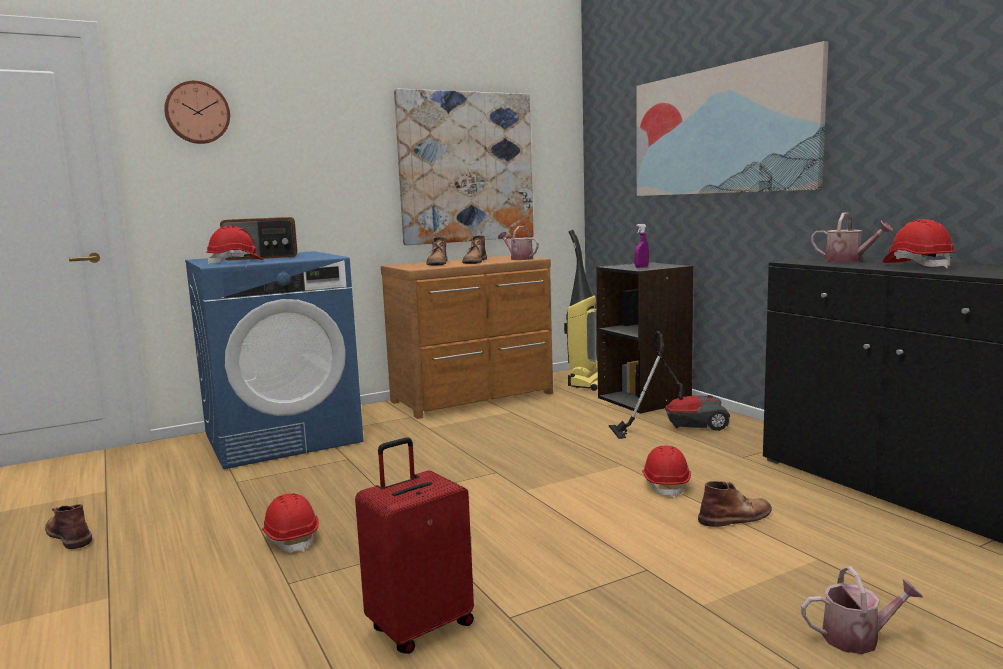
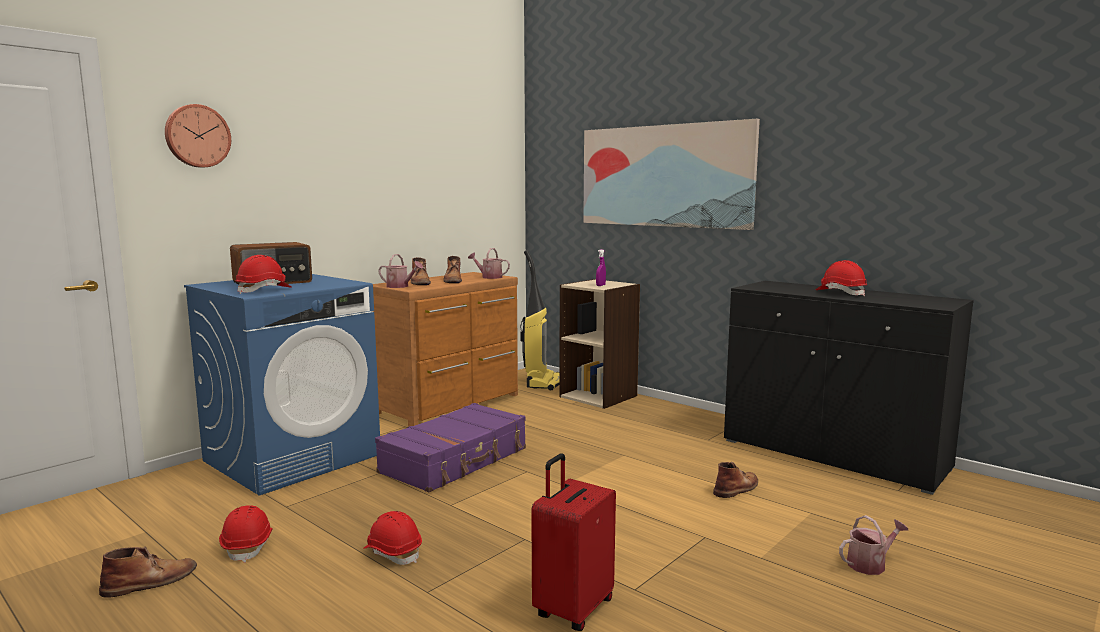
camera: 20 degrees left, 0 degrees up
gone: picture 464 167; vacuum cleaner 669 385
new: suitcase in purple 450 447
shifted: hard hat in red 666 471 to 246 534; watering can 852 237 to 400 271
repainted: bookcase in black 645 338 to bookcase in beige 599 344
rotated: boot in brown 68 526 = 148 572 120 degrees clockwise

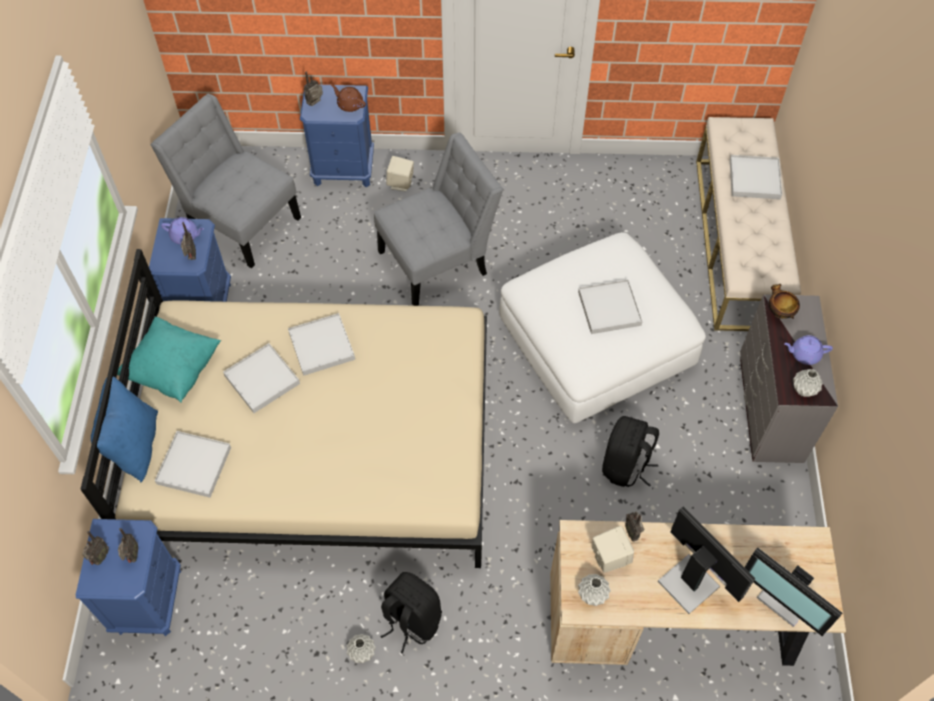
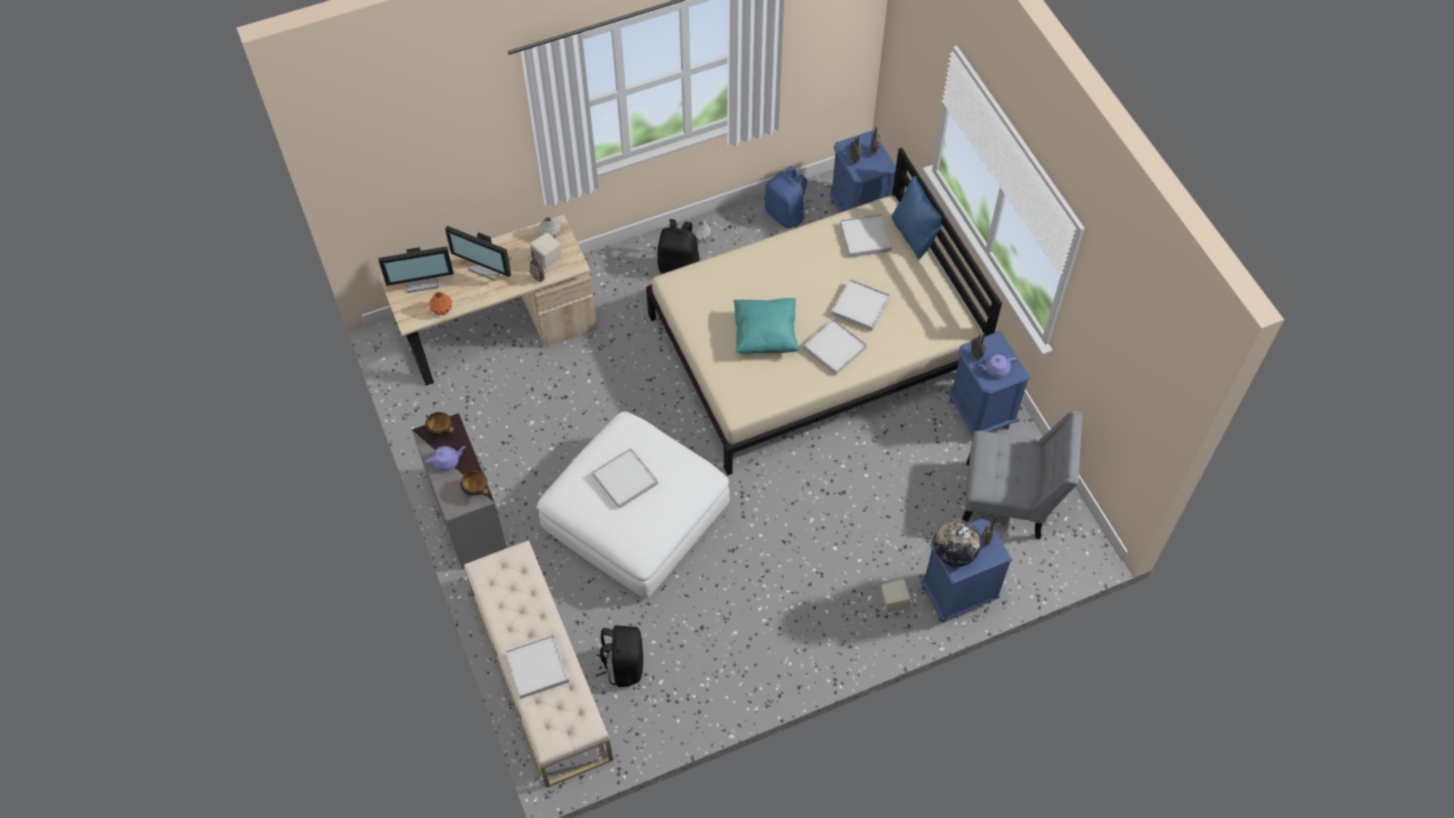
camera: 155 degrees right, 0 degrees up
gone: chair in grey 438 219
new: vase in orange 440 304; backpack in blue 787 197
shifted: pillow in turquoise 169 360 to 766 326; backpack in black 630 451 to 619 656
swapped: teapot in brown 348 98 to globe 957 543; vase in grey 808 383 to bowl 439 423
rotated: monitor 793 591 = 416 269 150 degrees clockwise

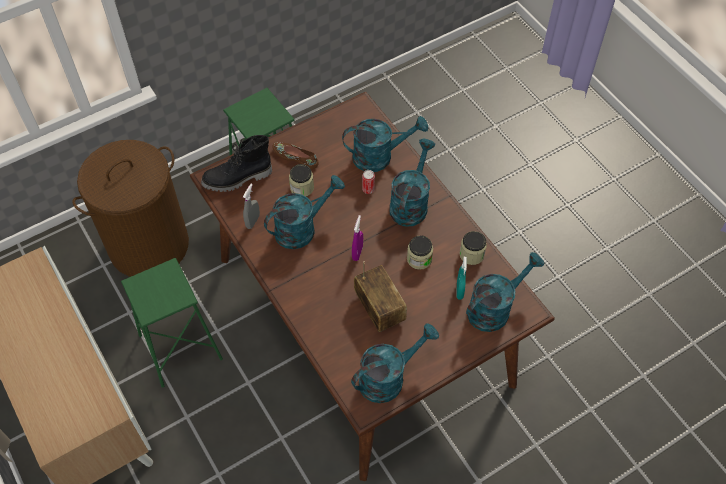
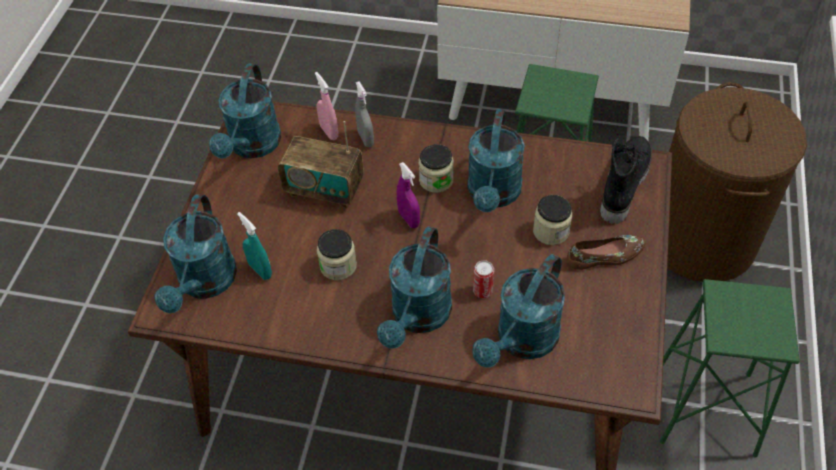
camera: 135 degrees right, 5 degrees down
new: spray bottle in pink 326 106
shifted: spray bottle in grey 251 206 to 364 114; jar 473 248 to 436 168
rotated: watering can in turquoise 412 182 = 414 287 45 degrees clockwise

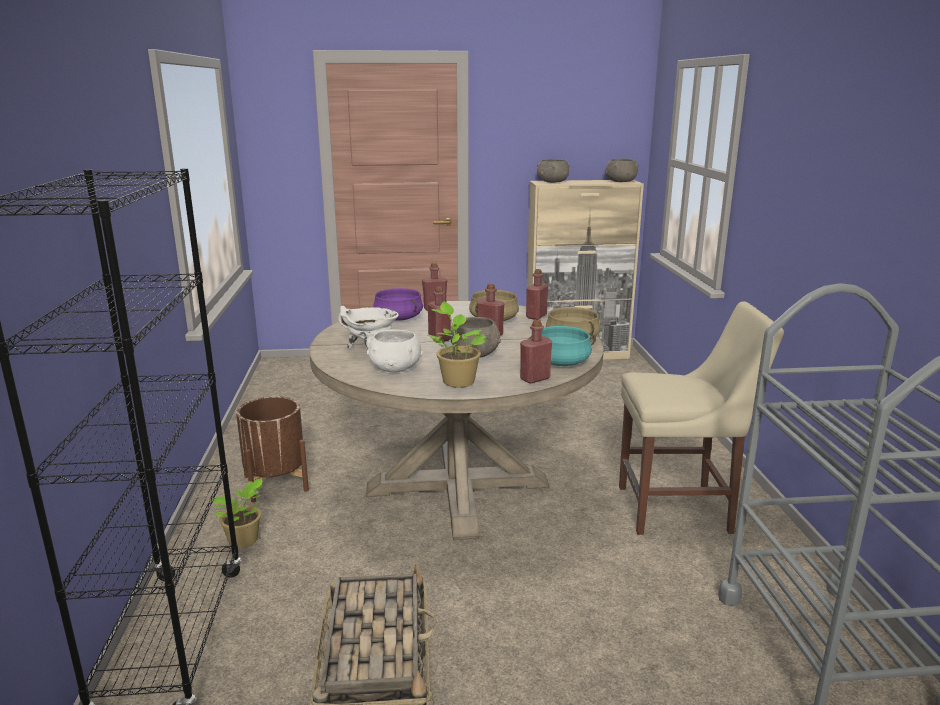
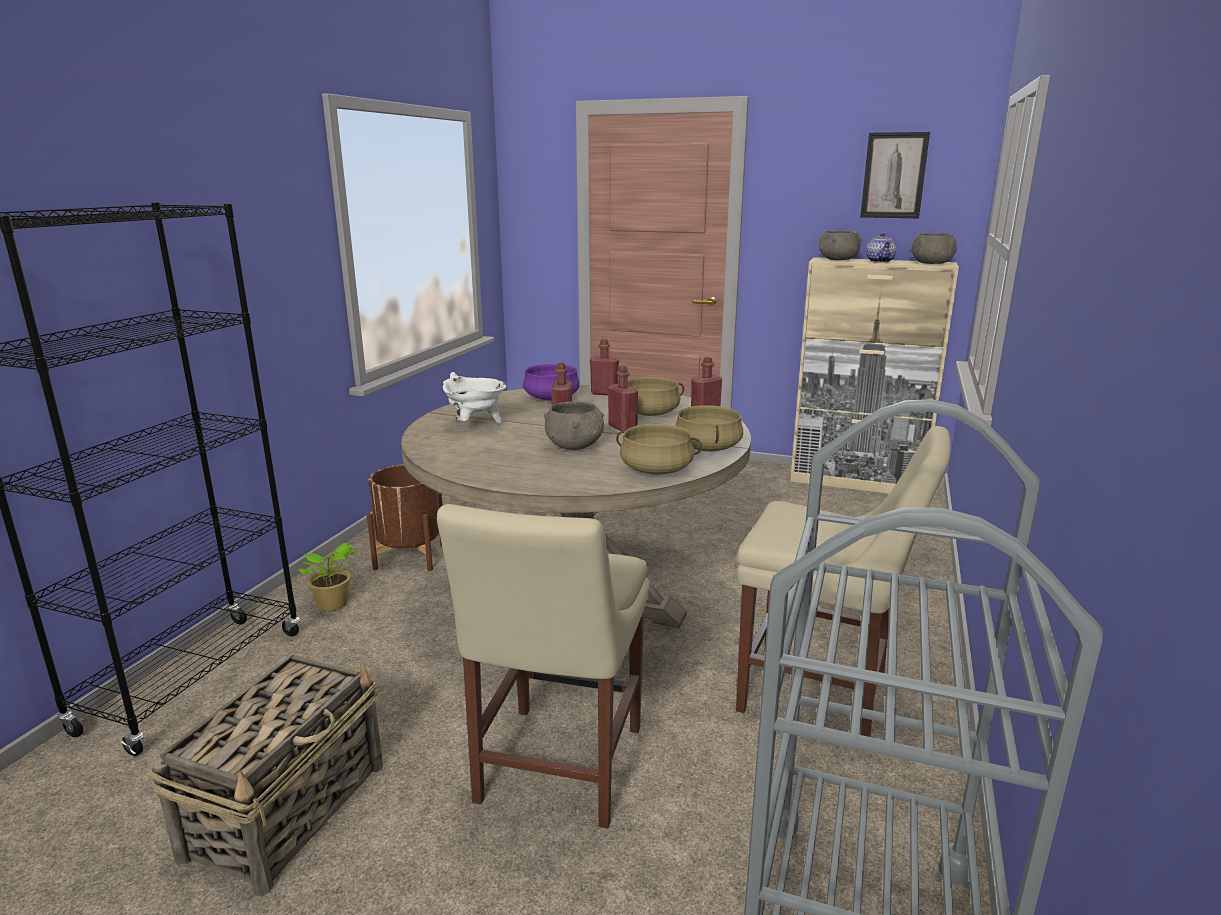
camera: 25 degrees right, 0 degrees up
gone: bowl in white 394 351; potted plant 456 345; bottle in red 536 352
new: chair in beige 543 666; picture 895 175; teapot 881 248
repainted: cooking pot in turquoise 562 346 to cooking pot in beige 659 449

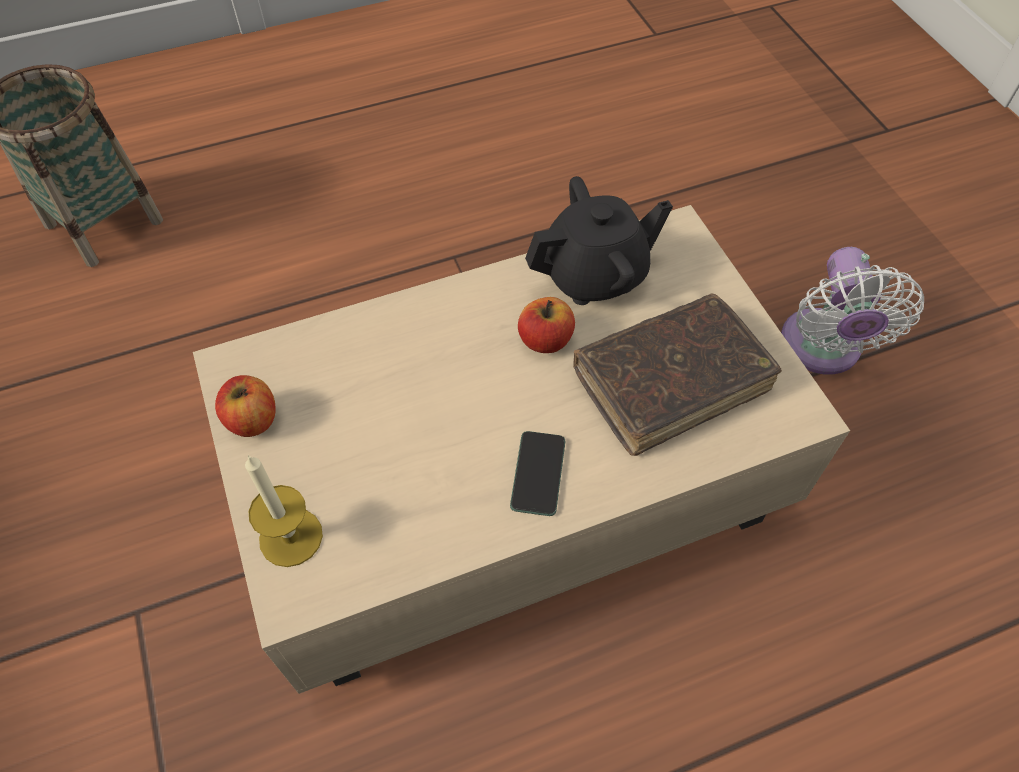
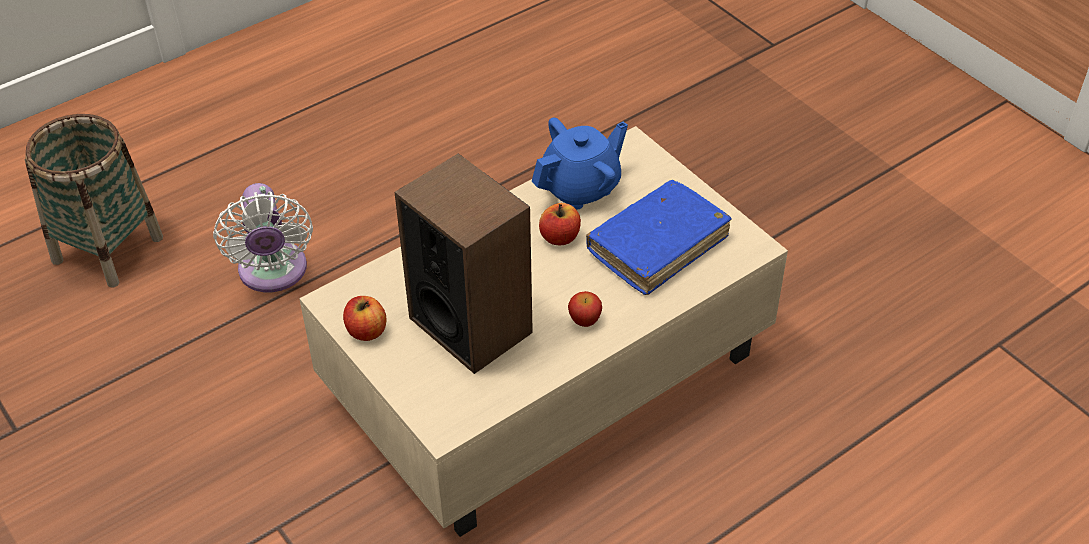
camera: 15 degrees left, 10 degrees down
gone: candle 284 511
new: speaker 464 263
shifted: fan in white 852 311 to 263 237
swapped: phone 537 473 to apple 585 309
repainted: teapot in black 599 240 to teapot in blue 580 164; book in brown 677 374 to book in blue 658 237

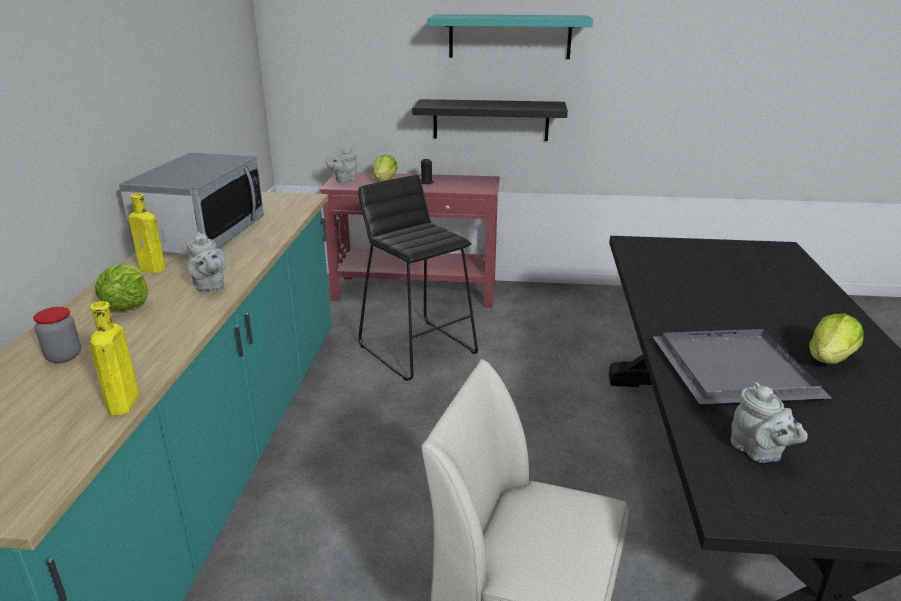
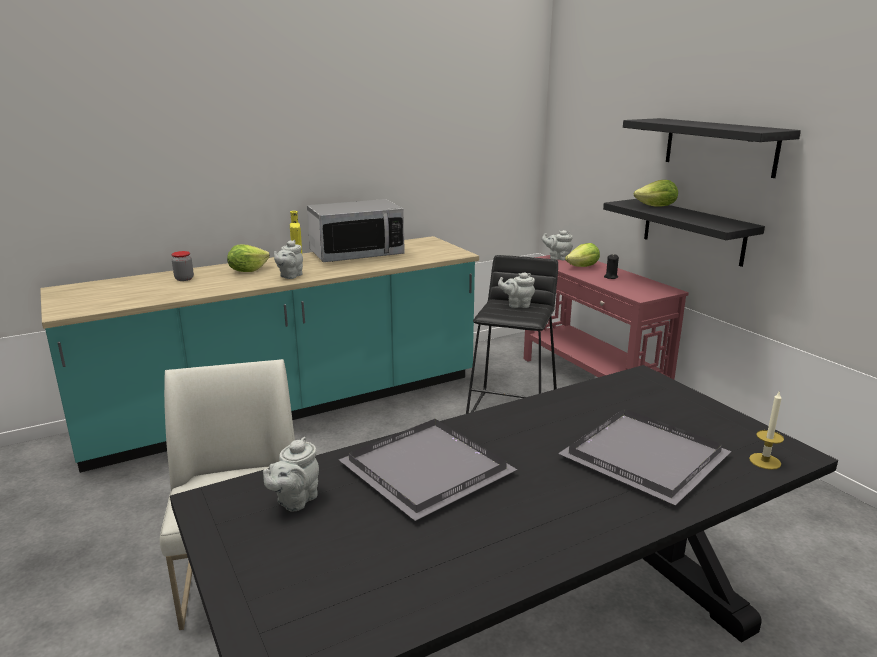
camera: 55 degrees right, 5 degrees down
gone: bottle in yellow 114 358
new: teapot in grey 516 290; tray in grey 645 457; candle 766 430
shifted: lettuce 836 339 to 656 193
repainted: shelf in turquoise 510 36 to shelf in black 712 148

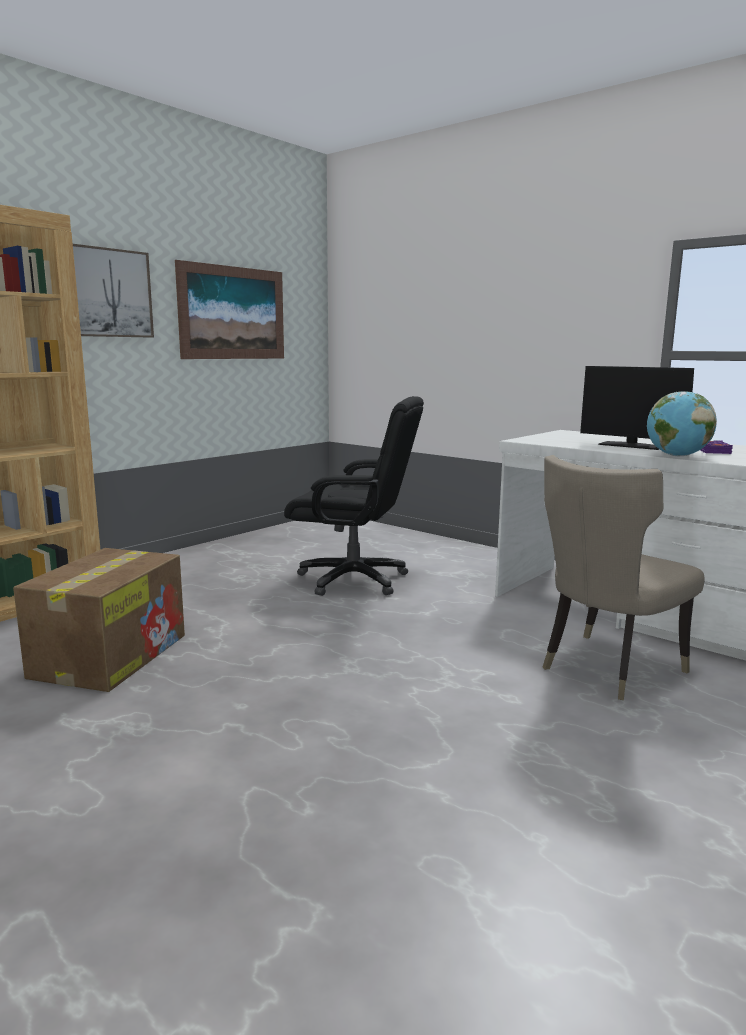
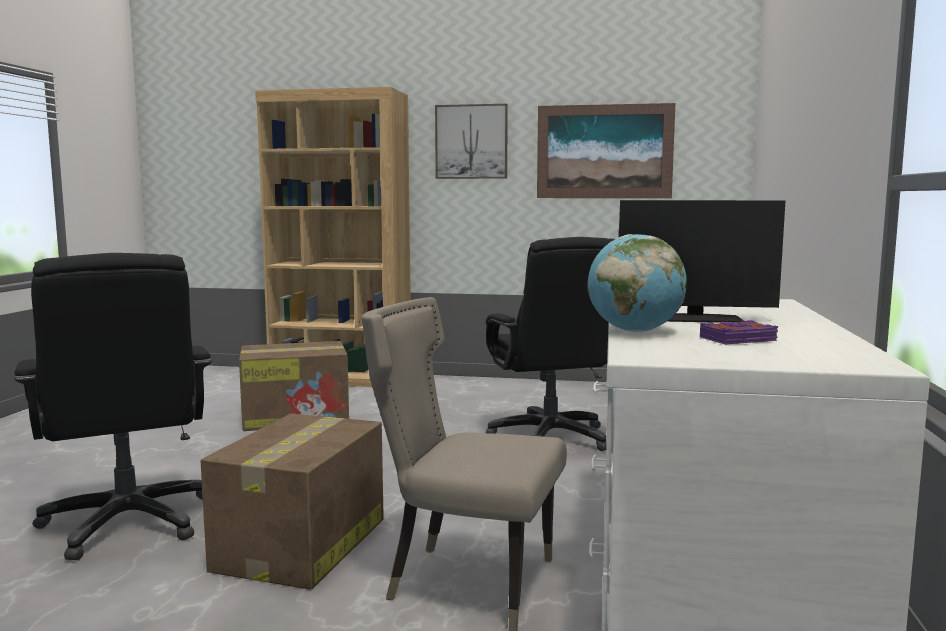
camera: 60 degrees right, 5 degrees down
new: office chair in black 113 406; cardboard box 292 501
rotated: monitor 637 408 = 702 261 90 degrees counterclockwise

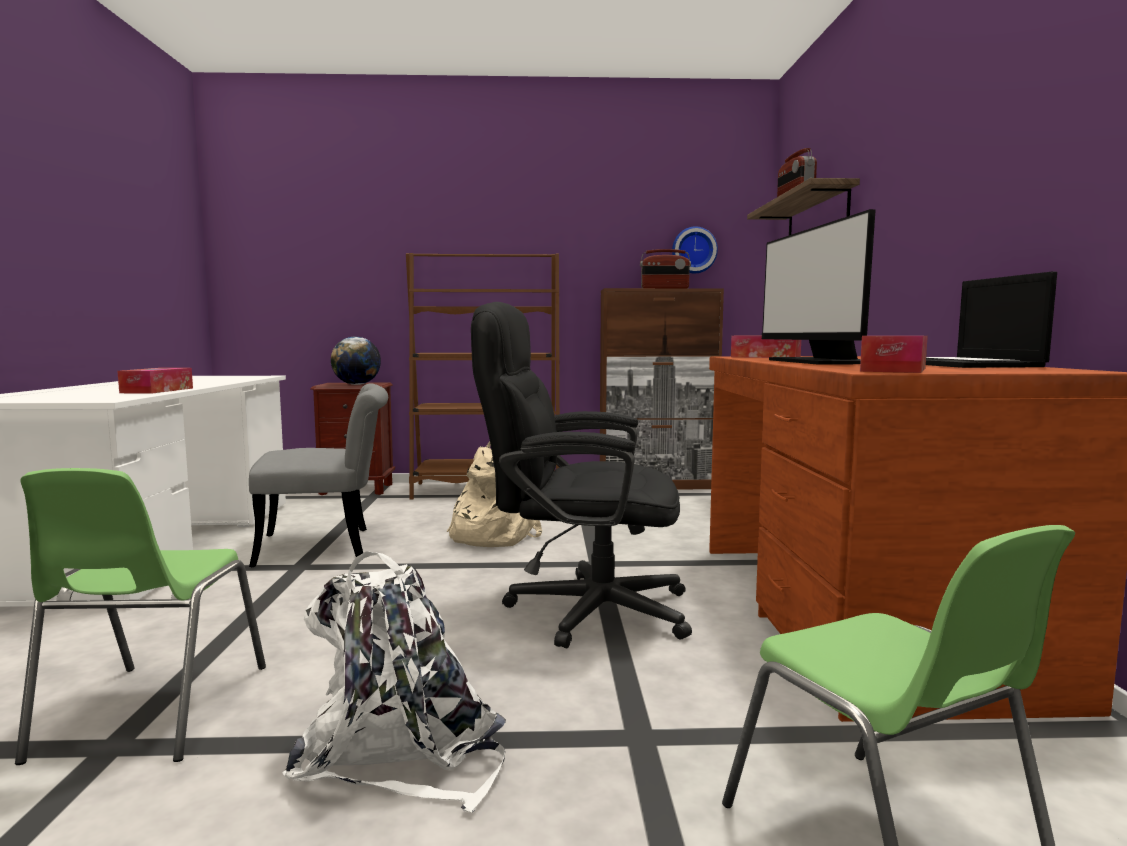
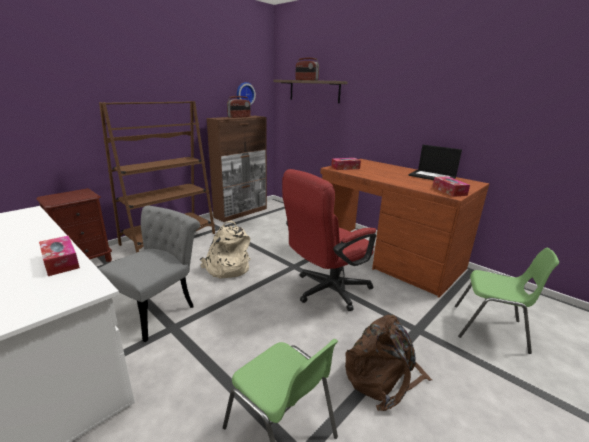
camera: 45 degrees left, 15 degrees up
gone: globe 356 361; monitor 819 287
repainted: backpack in white 394 681 to backpack in brown 388 362; office chair in black 581 475 to office chair in red 329 240

